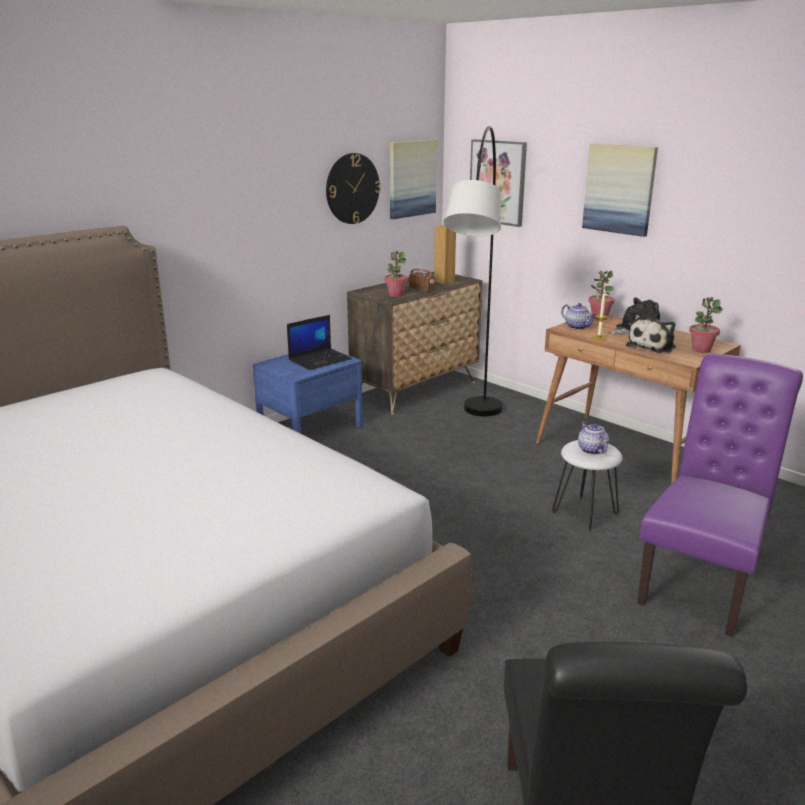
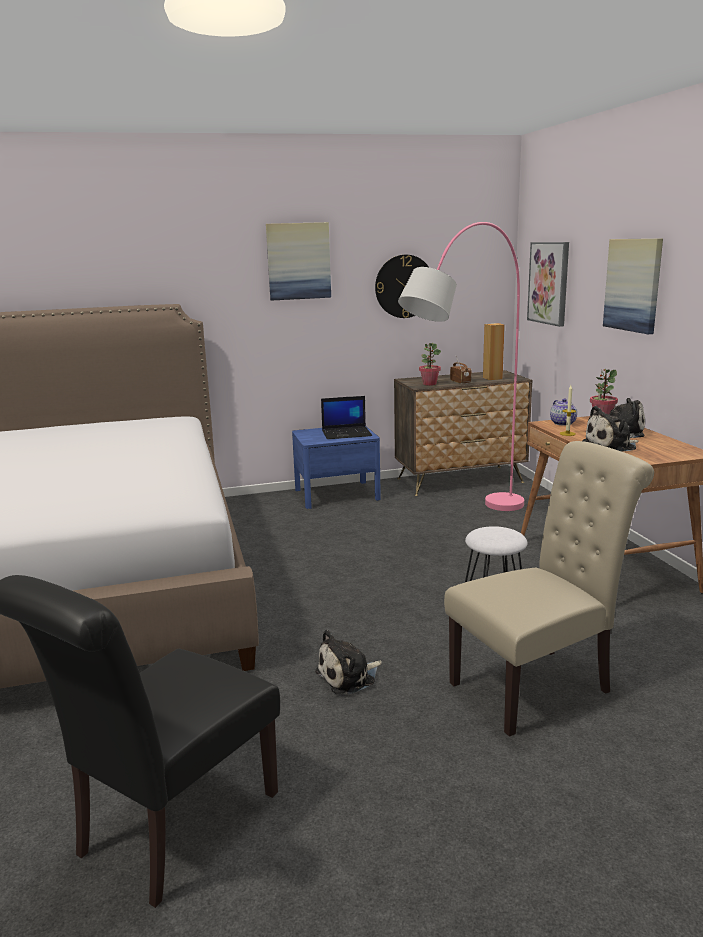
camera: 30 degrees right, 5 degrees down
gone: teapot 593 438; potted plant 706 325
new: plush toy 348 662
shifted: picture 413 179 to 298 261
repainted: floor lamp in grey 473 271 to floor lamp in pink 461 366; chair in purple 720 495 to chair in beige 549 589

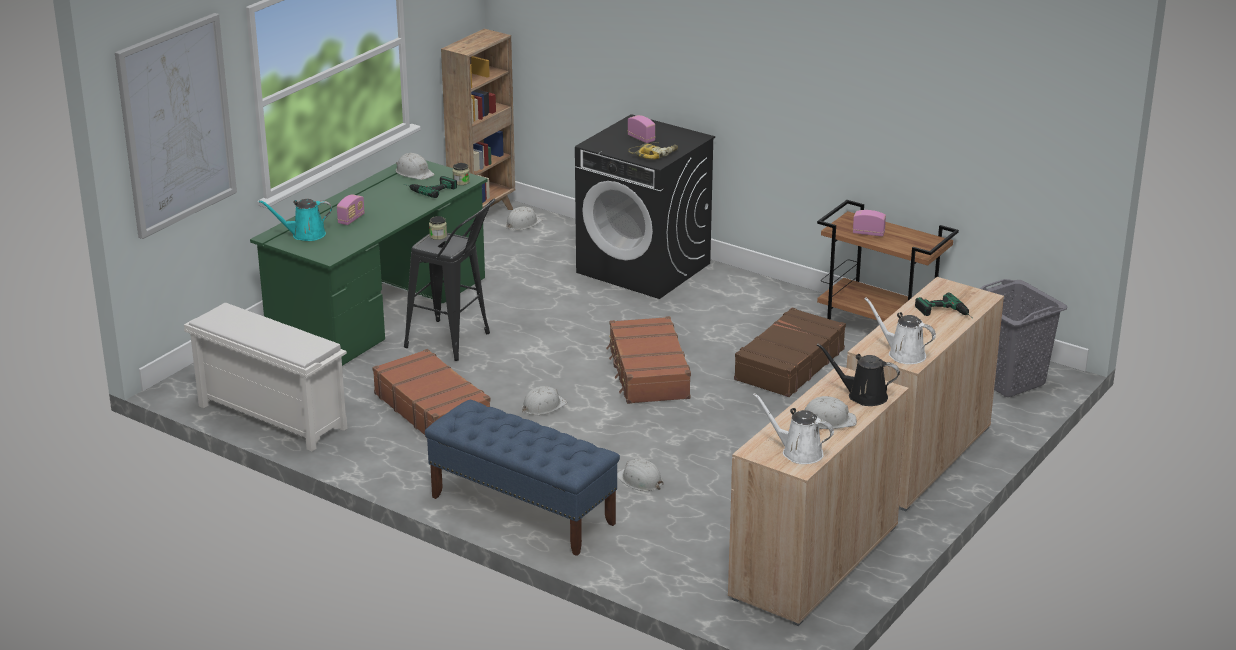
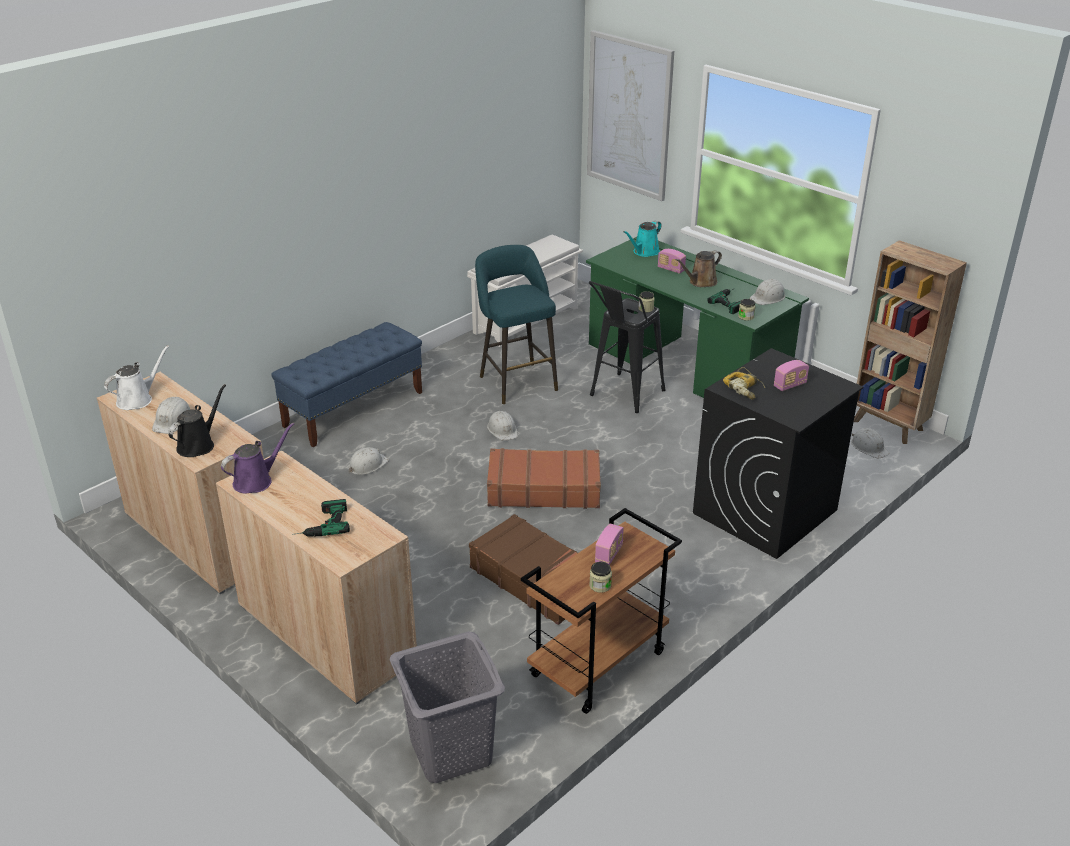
camera: 100 degrees right, 5 degrees up
new: jar 600 577; watering can in brown 698 268
swapped: suitcase in brown 431 393 to stool in turquoise 516 324
repainted: watering can in white 900 330 to watering can in purple 257 458
rotated: watering can in turquoise 295 220 = 642 239 135 degrees counterclockwise

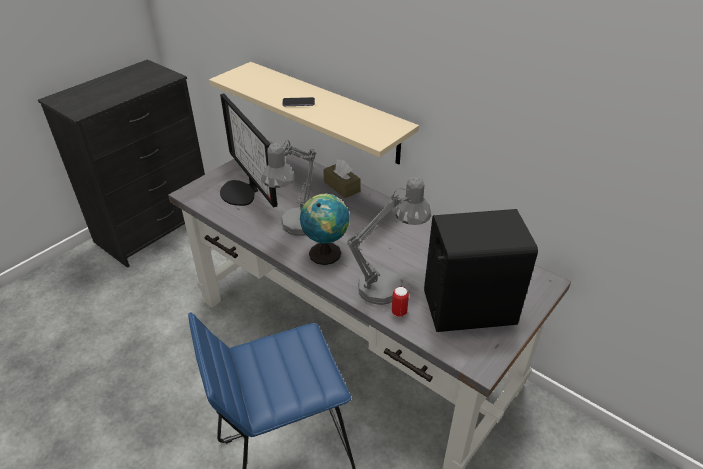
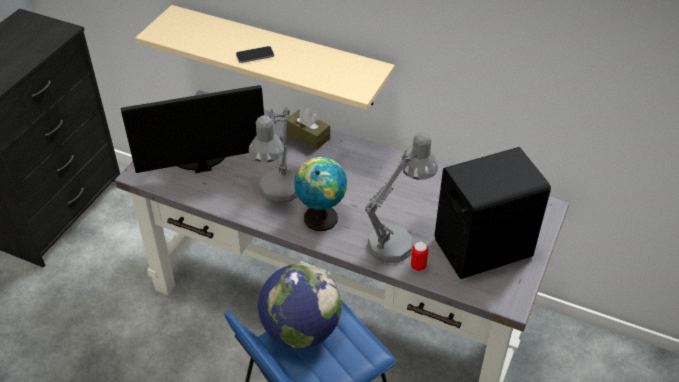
camera: 15 degrees left, 5 degrees up
new: globe 300 306
rotated: monitor 248 151 = 192 129 120 degrees clockwise

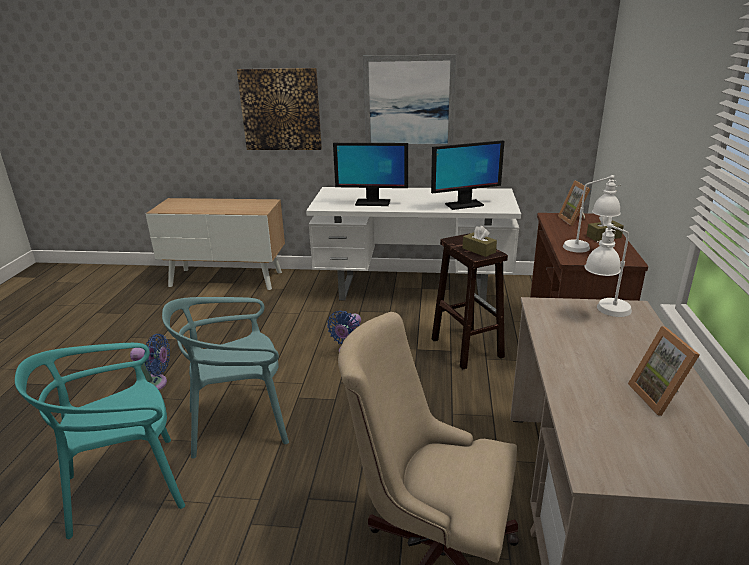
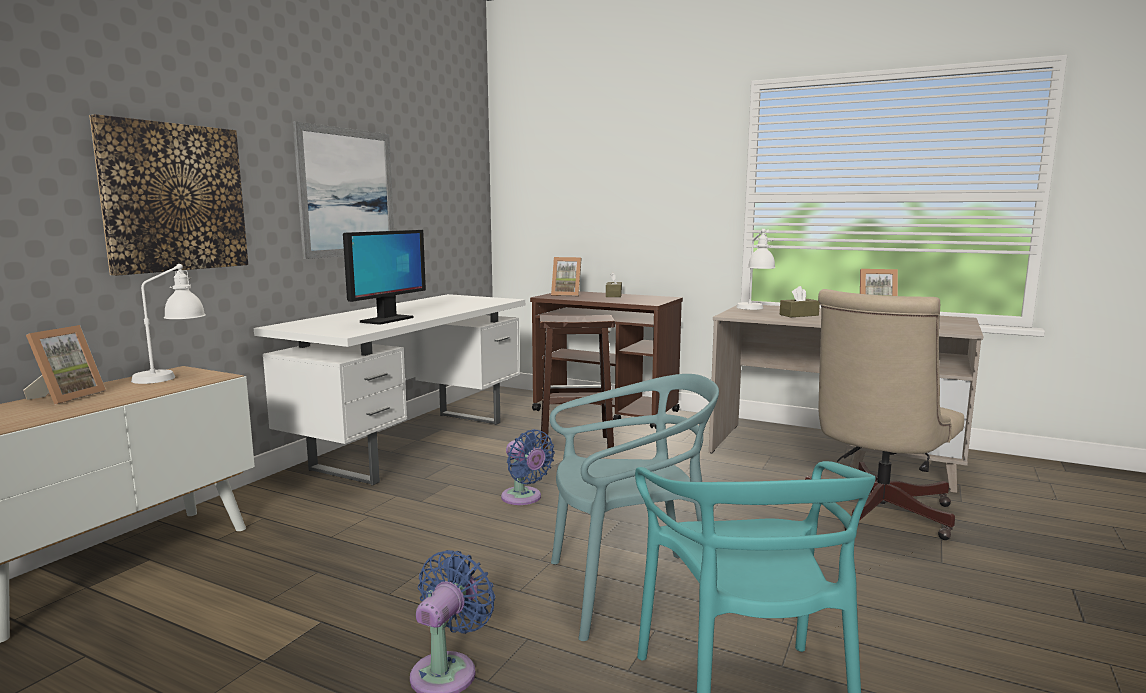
camera: 70 degrees left, 15 degrees down
gone: monitor 467 175
new: picture frame 64 365
shifted: tissue box in brown 479 241 to 800 301; table lamp in white 592 214 to 168 324
rotated: chair in turquoise 225 377 = 634 507 105 degrees counterclockwise

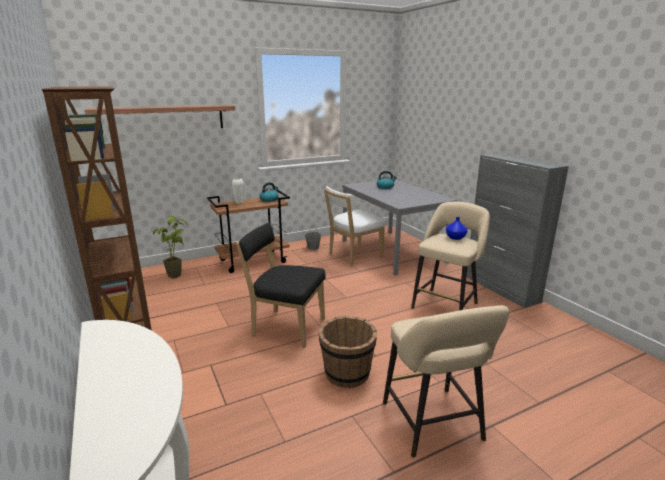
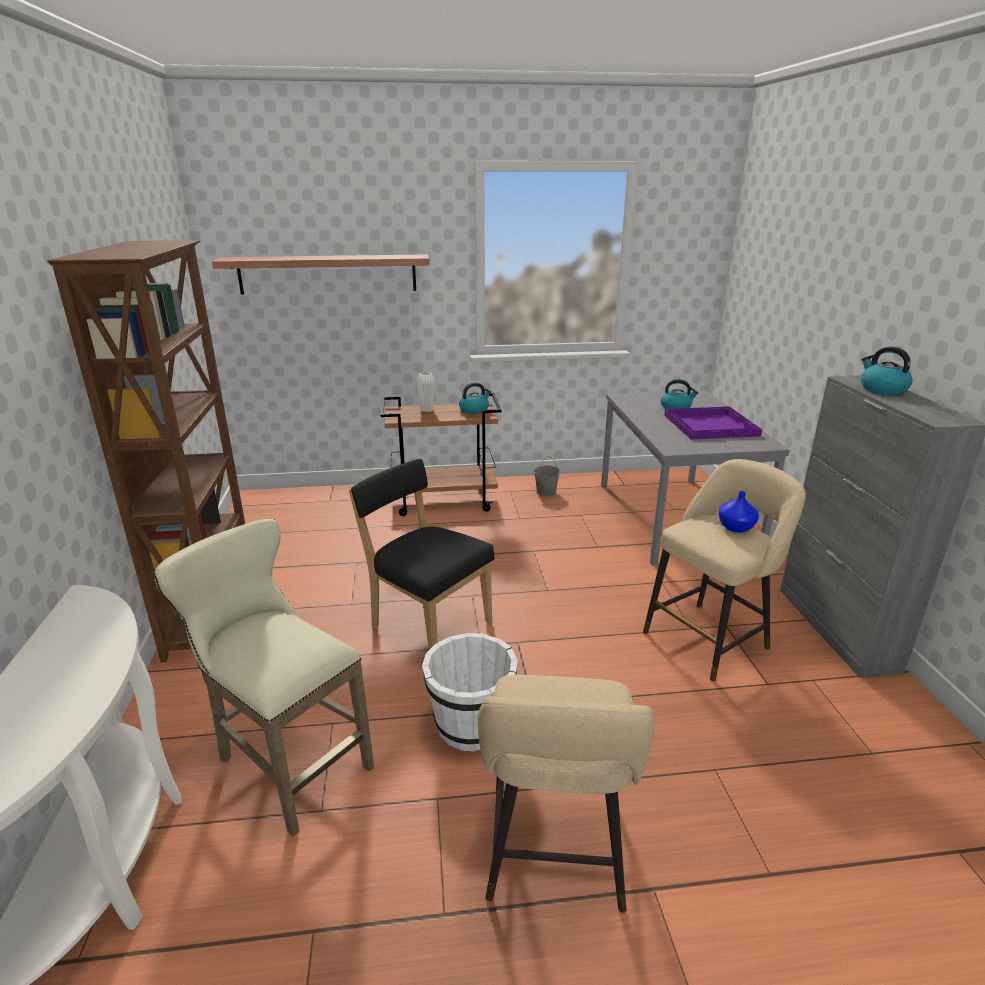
camera: 20 degrees right, 5 degrees up
gone: potted plant 170 247; chair in white 355 226
new: stool in beige 263 677; tray in purple 713 423; kettle 887 371
repainted: bucket in brown 347 352 to bucket in white 470 692

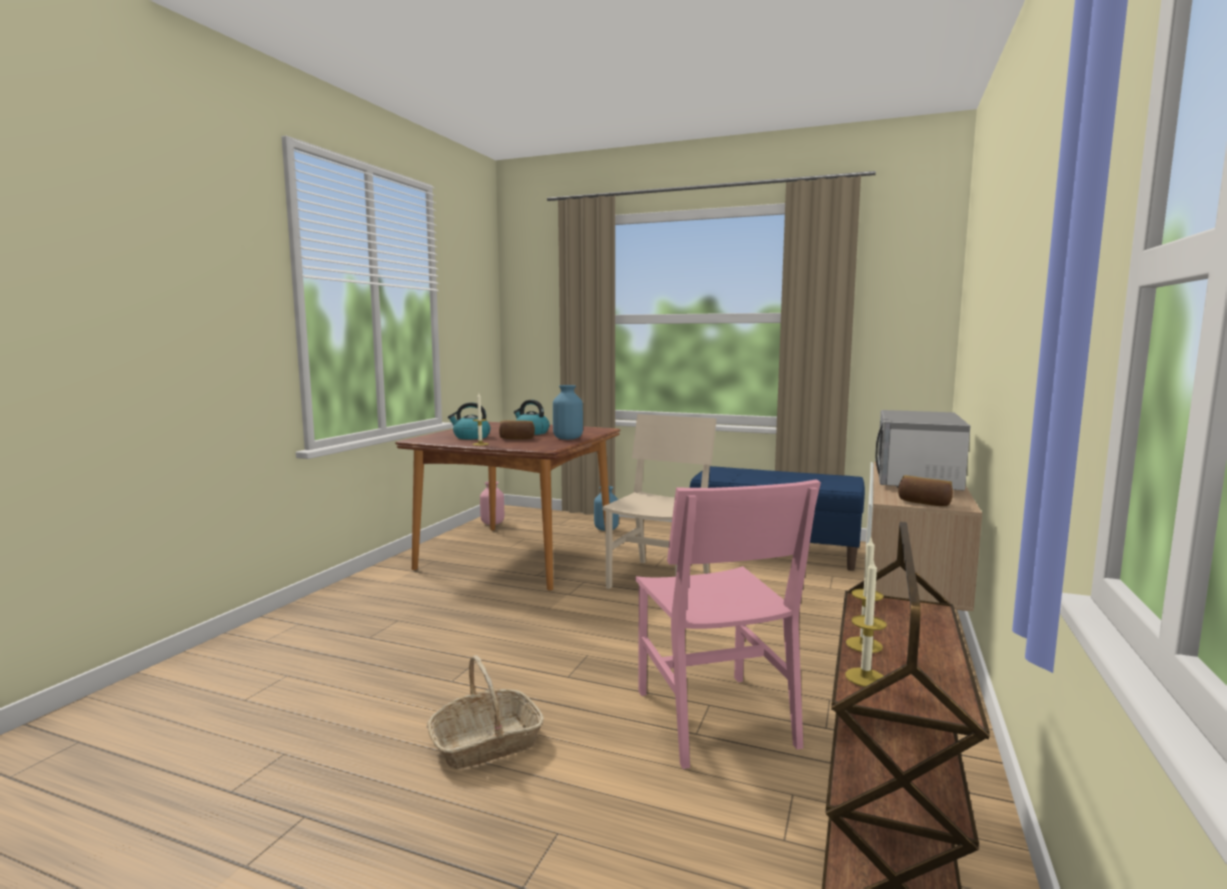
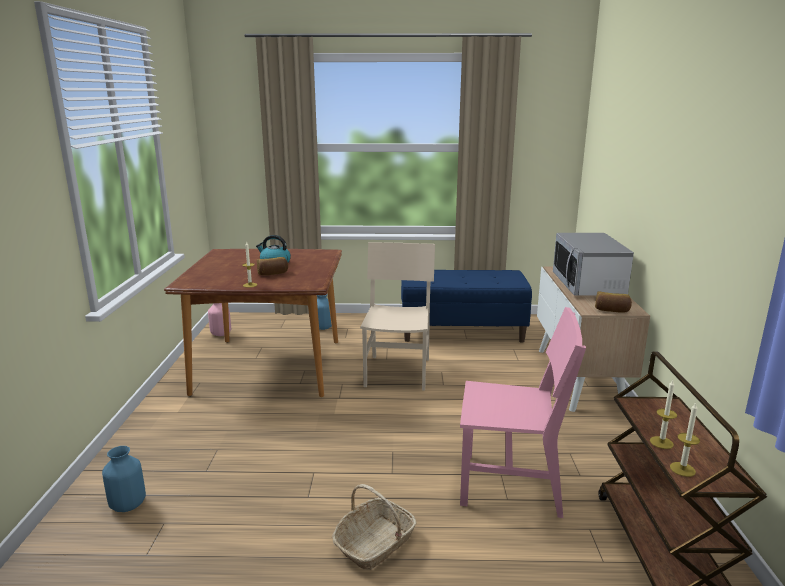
camera: 20 degrees left, 10 degrees up
gone: kettle 469 420
shifted: vase in blue 568 412 to 124 479
rotated: chair in pink 728 624 = 523 412 45 degrees counterclockwise

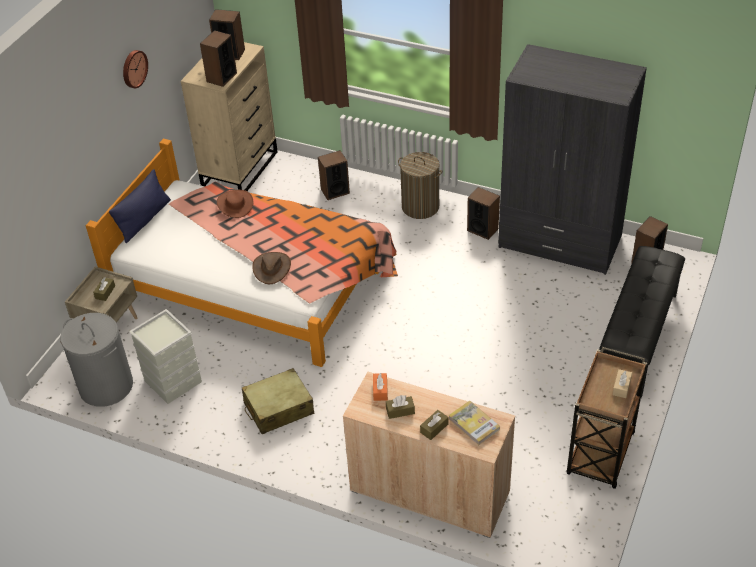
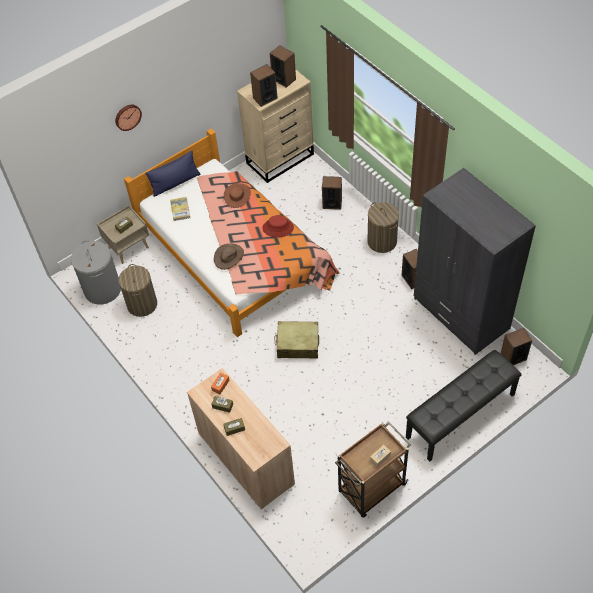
camera: 30 degrees right, 10 degrees up
new: hat in red 278 226
shifted: wall clock 135 69 to 128 118; suitcase in beige 278 401 to 296 340; book 474 423 to 180 209
swapped: storage box in grey 165 356 to laundry basket 137 290

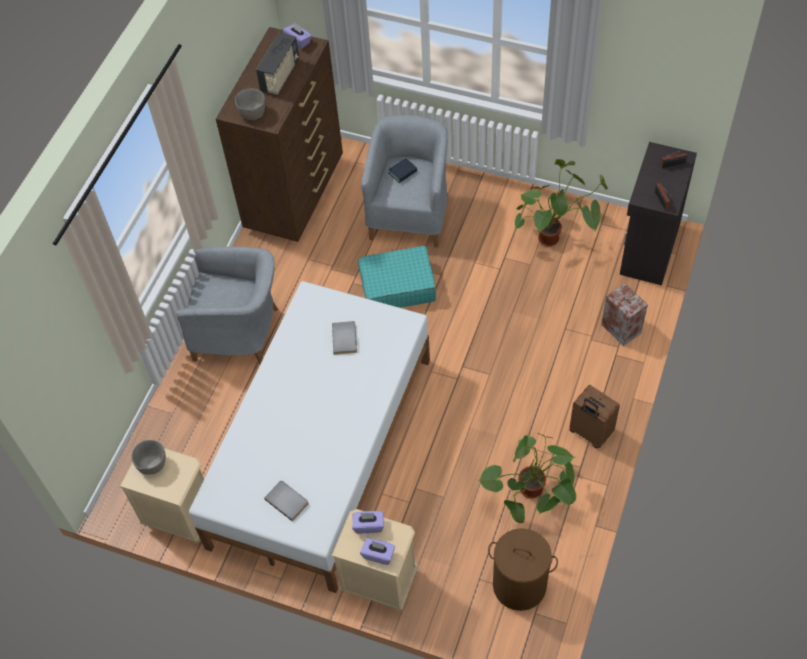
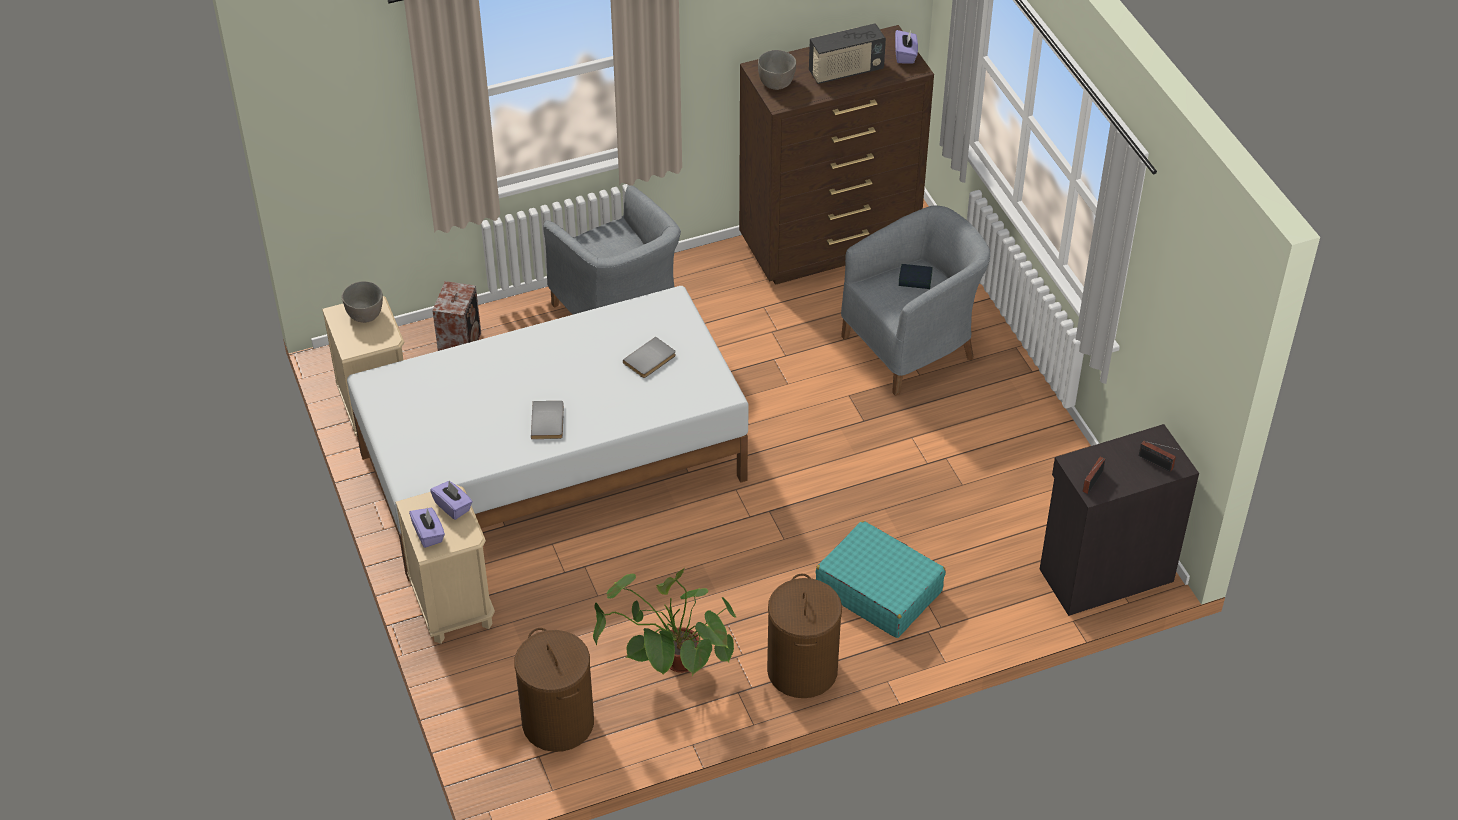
camera: 45 degrees right, 10 degrees down
gone: potted plant 561 202
shifted: book in grey 286 501 to 547 420; suitcase in turquoise 397 277 to 881 579; speaker 624 314 to 456 316
swapped: suitcase in brown 594 416 to laundry basket in brown 804 635

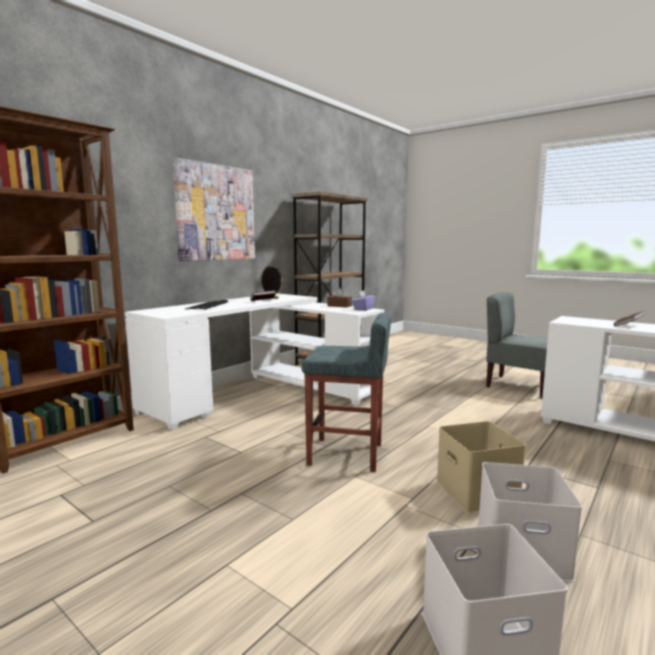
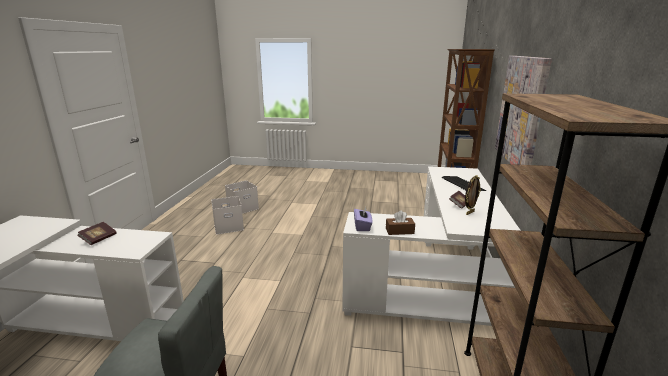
camera: 150 degrees right, 10 degrees up
gone: stool in grey 346 392; storage box in beige 481 467

